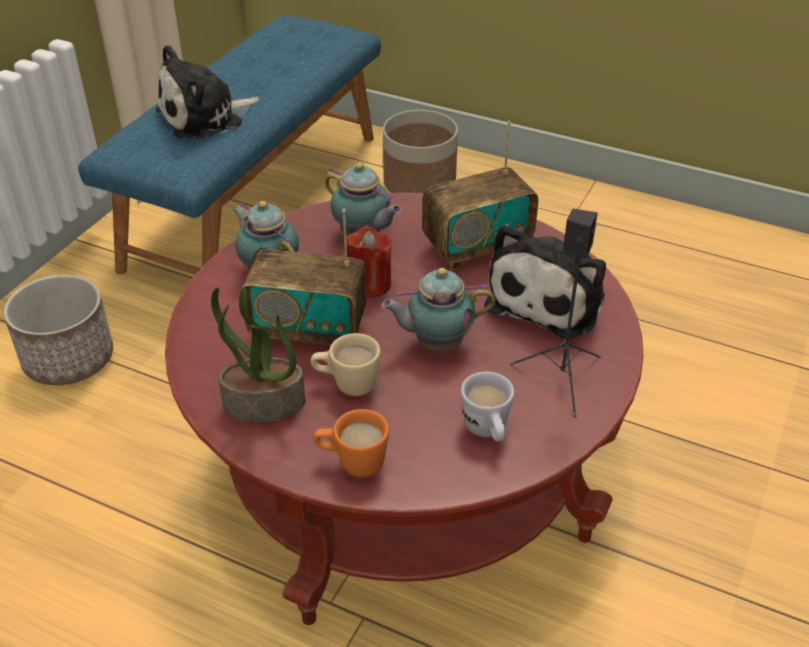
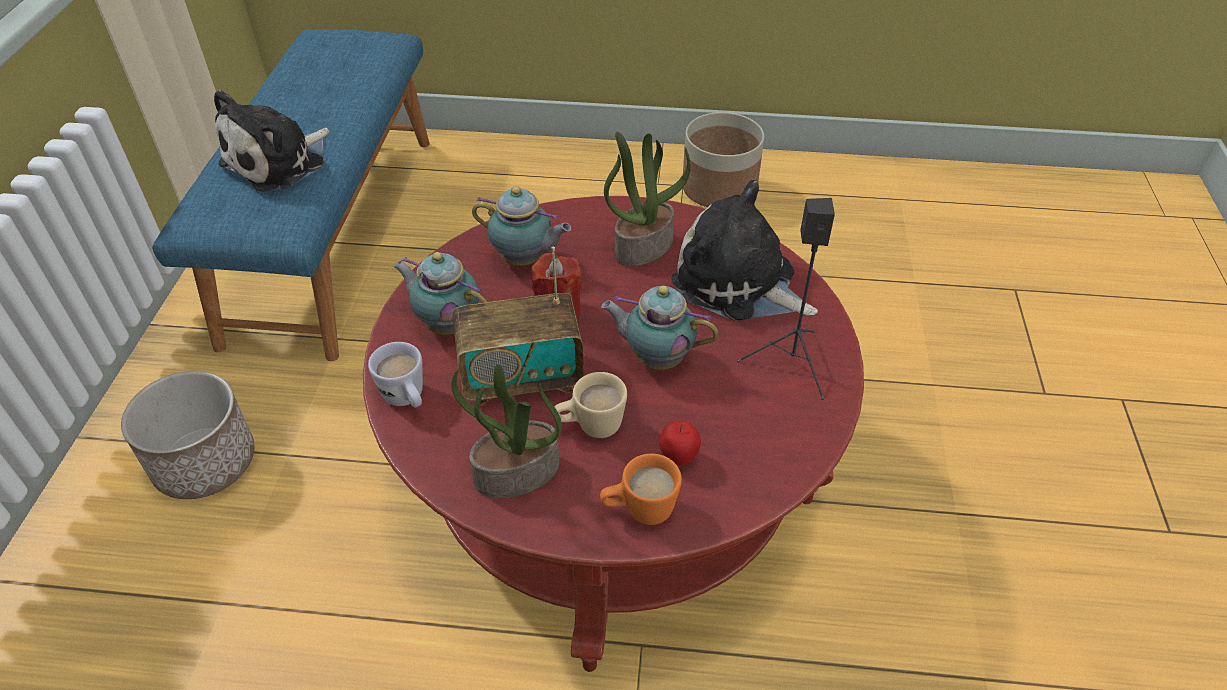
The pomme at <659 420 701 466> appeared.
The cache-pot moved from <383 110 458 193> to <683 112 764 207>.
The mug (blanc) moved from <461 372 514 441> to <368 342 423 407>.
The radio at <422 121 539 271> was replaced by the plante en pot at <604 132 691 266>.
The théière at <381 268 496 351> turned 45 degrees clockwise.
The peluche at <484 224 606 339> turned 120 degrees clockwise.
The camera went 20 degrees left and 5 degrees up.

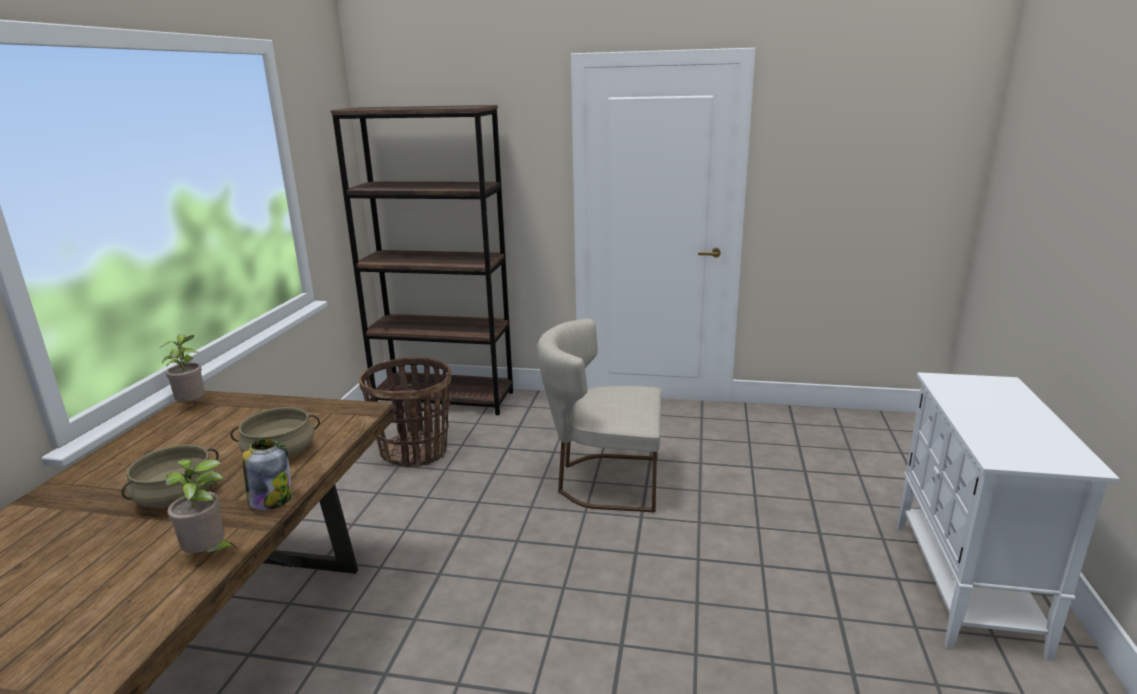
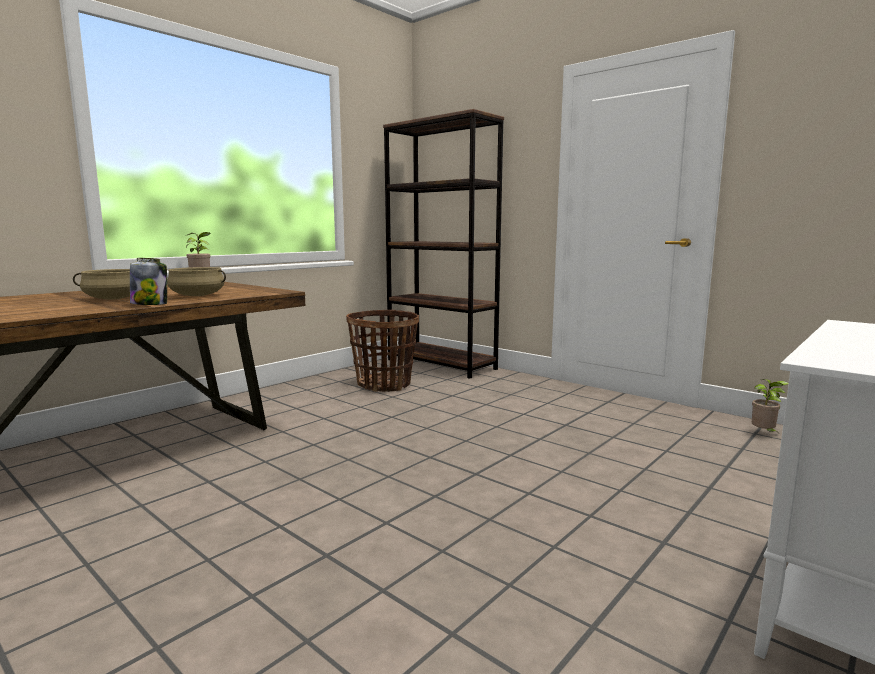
The chaise (beige) at <537 319 662 512> disappeared.
The plante en pot moved from <166 459 237 553> to <752 379 789 432>.
The camera went 30 degrees right and 10 degrees down.

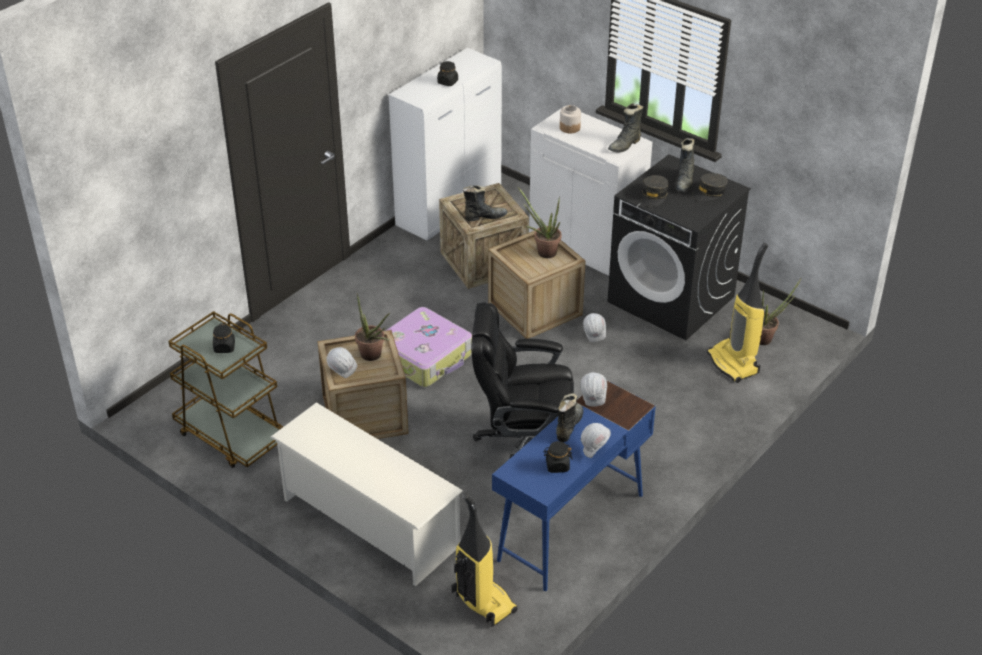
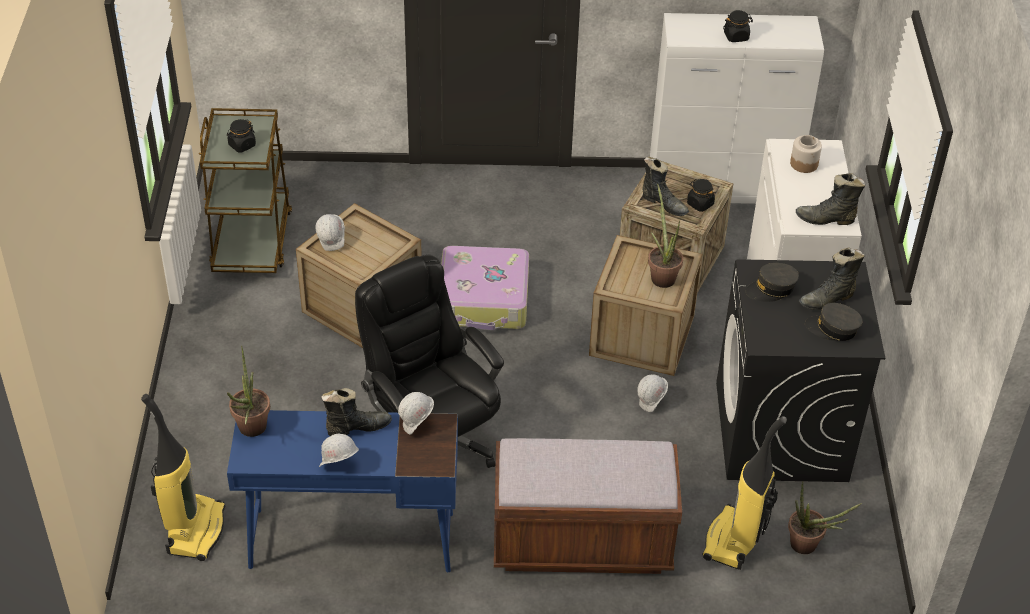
The étagère à chaussures (blanc) at <271 402 463 586> disappeared.
The banc (marron) at <494 438 682 574> appeared.
The plante en pot moved from <355 294 390 361> to <227 346 270 437>.
The bocal (noir) moved from <543 441 572 473> to <687 179 715 212>.
The camera went 50 degrees right and 5 degrees up.

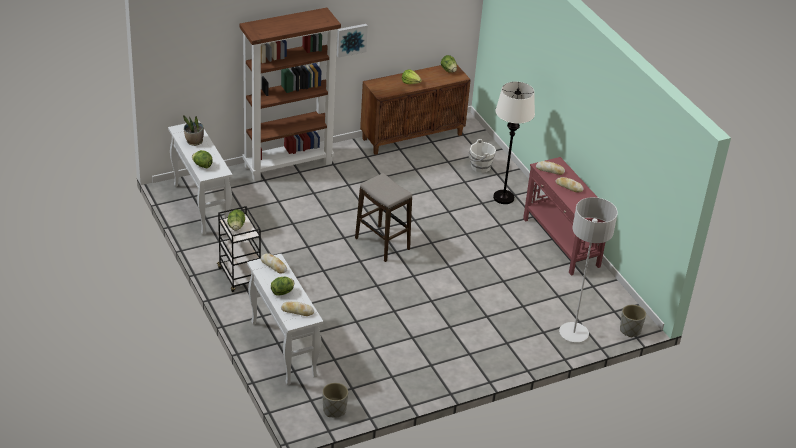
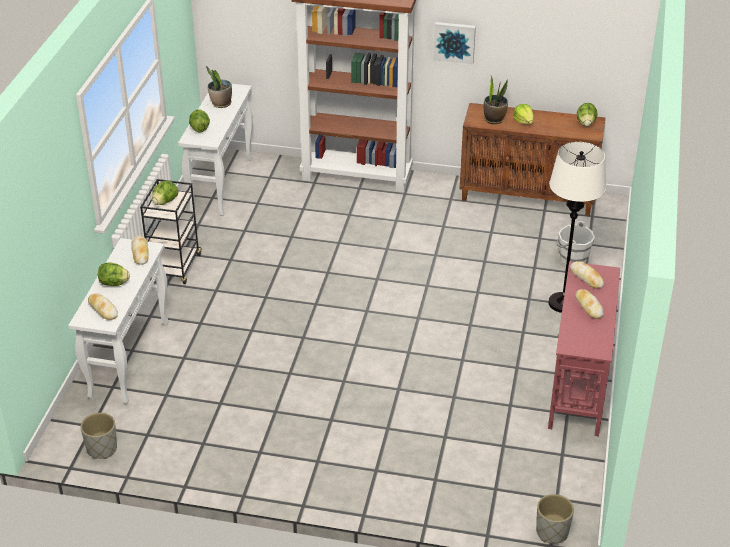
The tabouret at <355 173 412 262> disappeared.
The lampadaire (gris) at <559 197 618 342> disappeared.
The plante en pot at <484 76 508 124> appeared.
The camera went 40 degrees right and 0 degrees up.

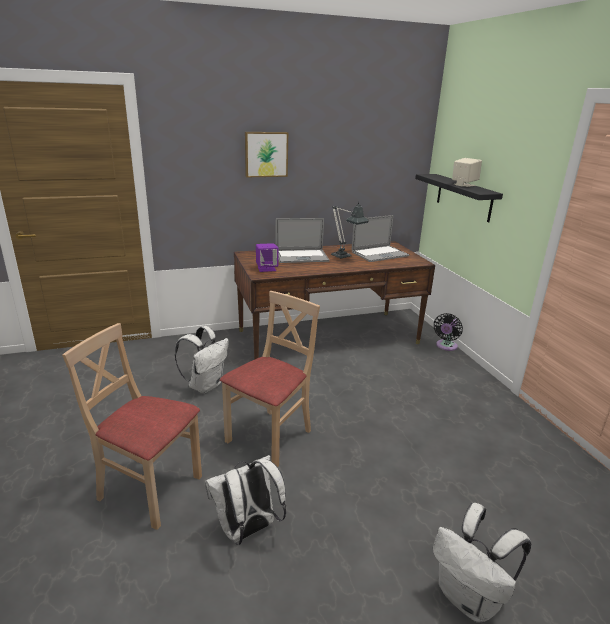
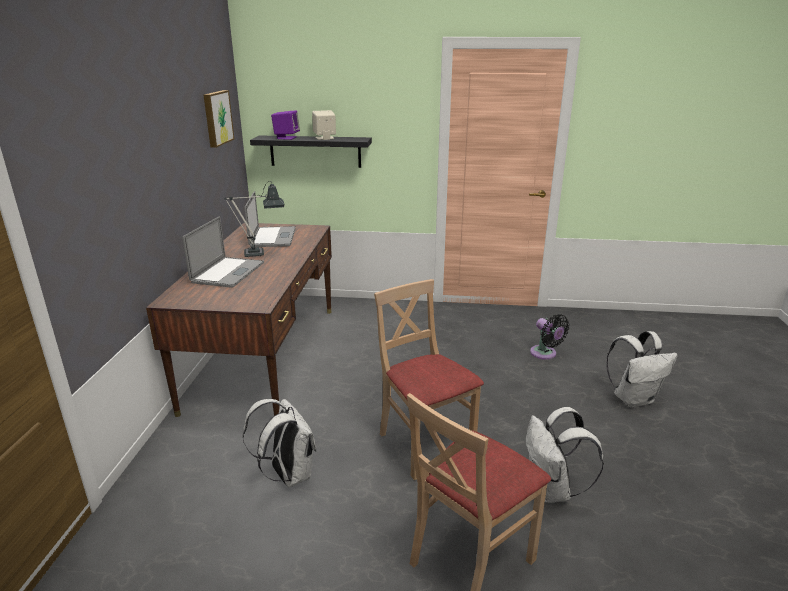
The tableau moved from <245 132 288 177> to <204 90 234 148>.
The enceinte (violet) moved from <256 243 279 272> to <271 110 300 140>.
The ventilateur (noir) moved from <434 313 463 351> to <530 314 569 360>.
The camera went 65 degrees left and 0 degrees up.

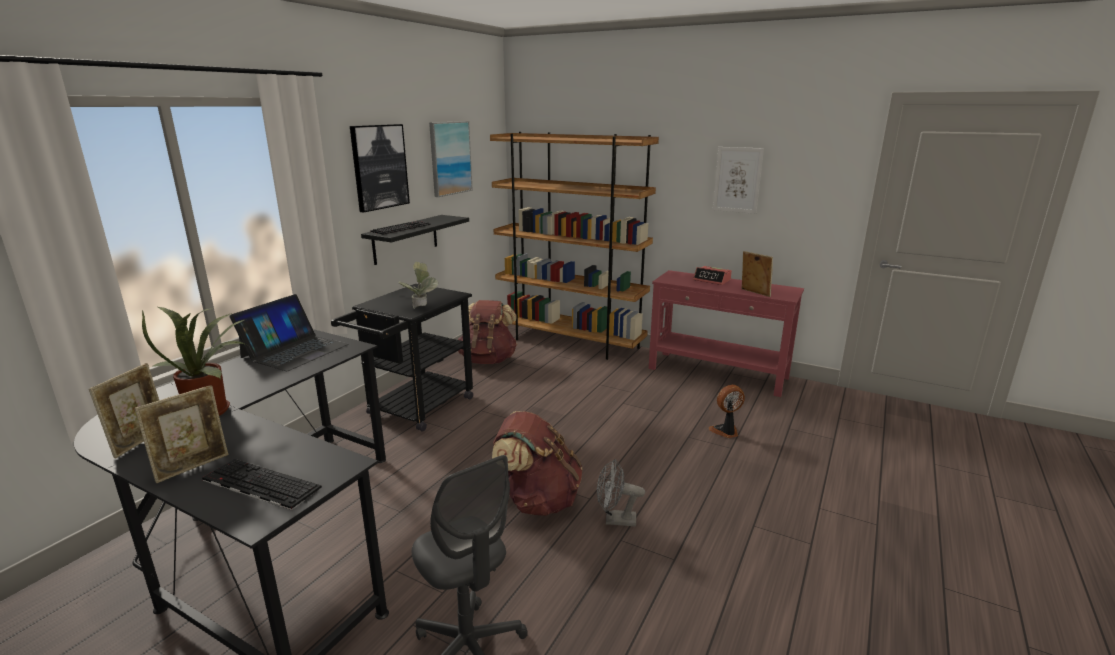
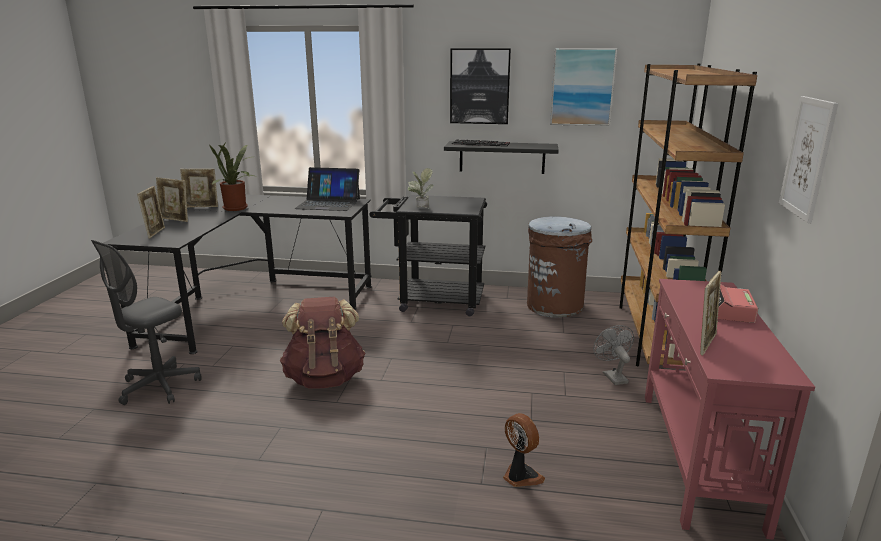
The ventilateur (gris) moved from <597 459 645 527> to <593 325 634 385>.
The clavier at <202 459 322 510> was replaced by the cadre photo at <137 186 165 238>.
The sac à dos (marron) at <458 300 517 364> was replaced by the poubelle (marron) at <527 216 592 317>.
The camera went 70 degrees right and 0 degrees up.

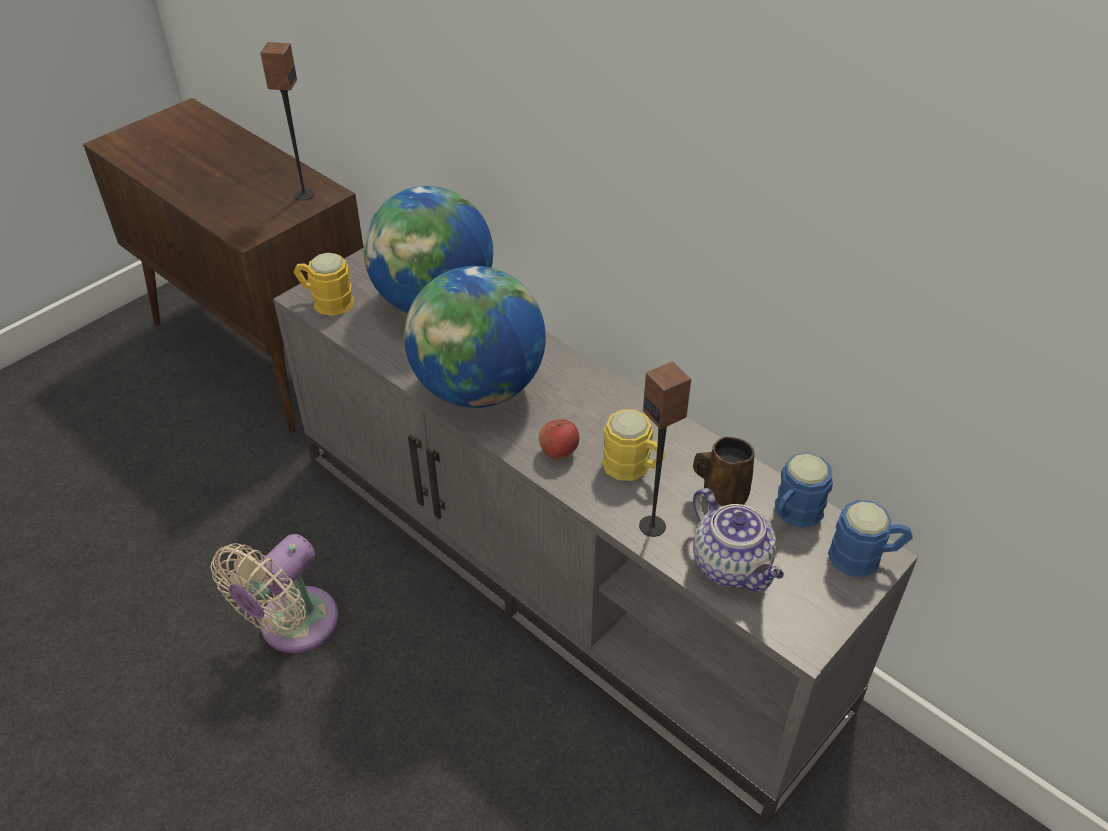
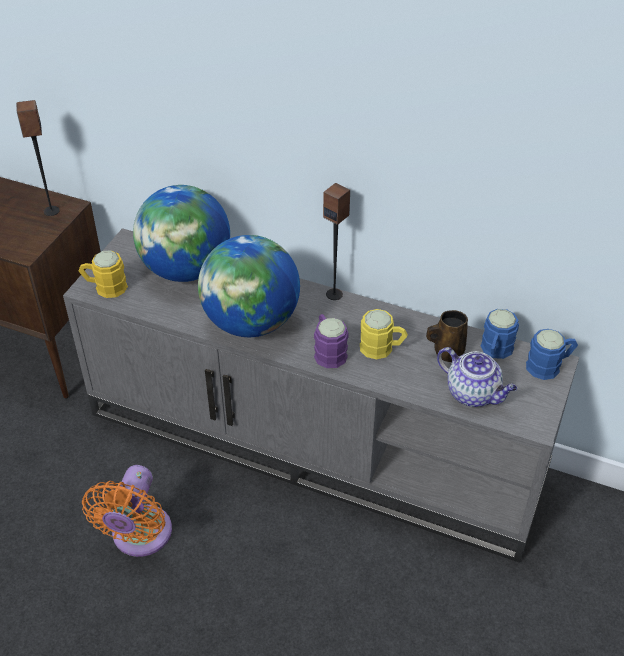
The enceinte moved from <639 361 691 537> to <323 183 350 300>.
The pomme at <539 419 579 460> was replaced by the mug (violet) at <314 314 349 368>.
The ventilateur (beige) at <211 534 339 653> became the ventilateur (orange) at <82 465 172 557>.
The camera went 20 degrees left and 0 degrees up.

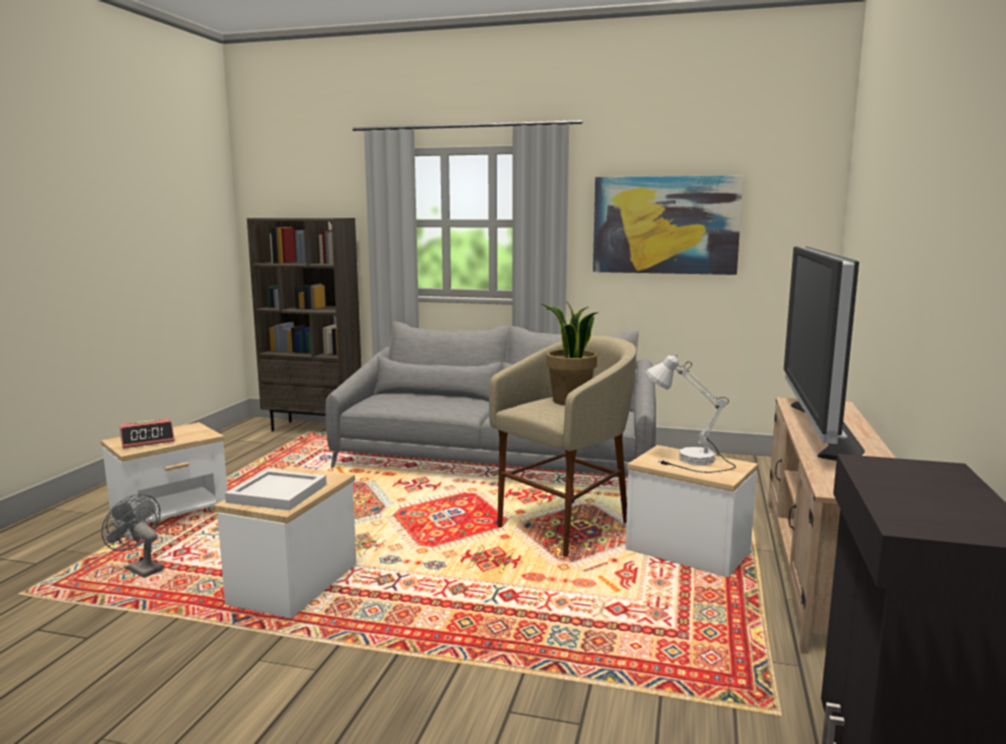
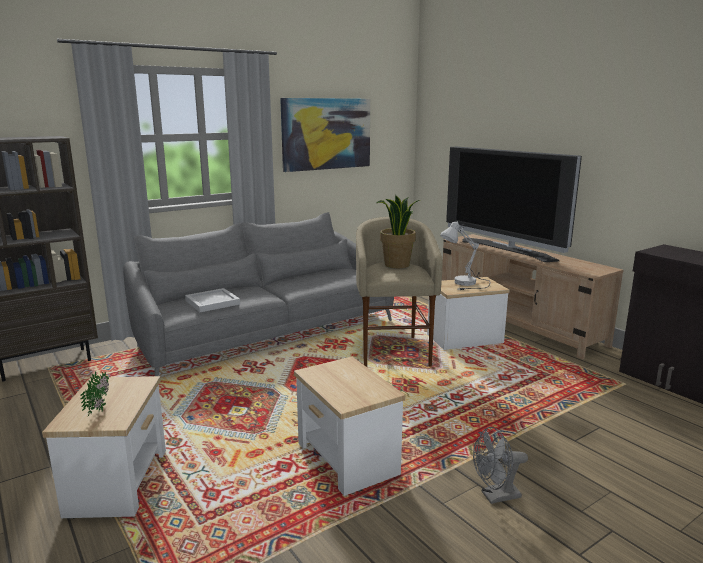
The ventilateur (gris) moved from <101 494 163 578> to <473 427 528 504>.
The plateau (blanc) moved from <225 469 327 511> to <185 288 240 312>.
The réveil at <120 419 175 448> was replaced by the plante en pot at <80 371 109 417>.
The camera went 50 degrees left and 5 degrees up.

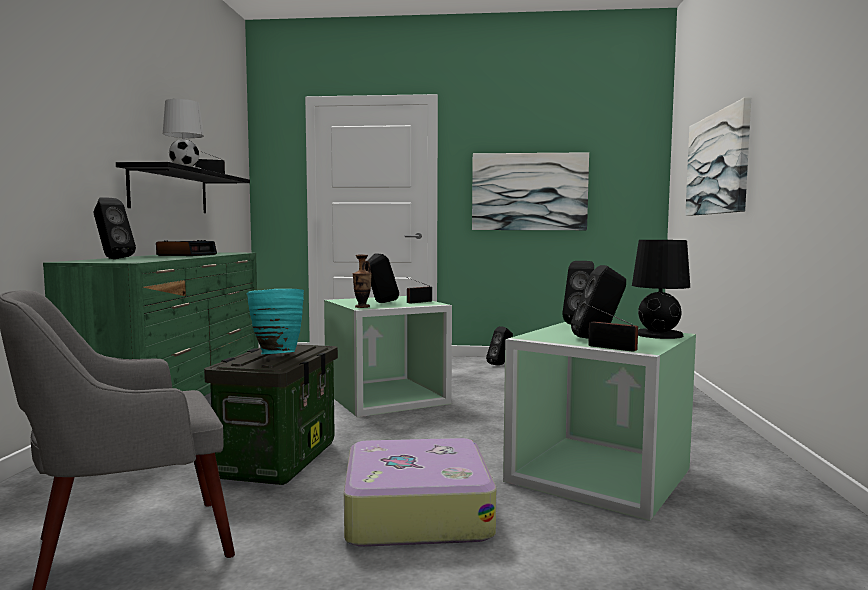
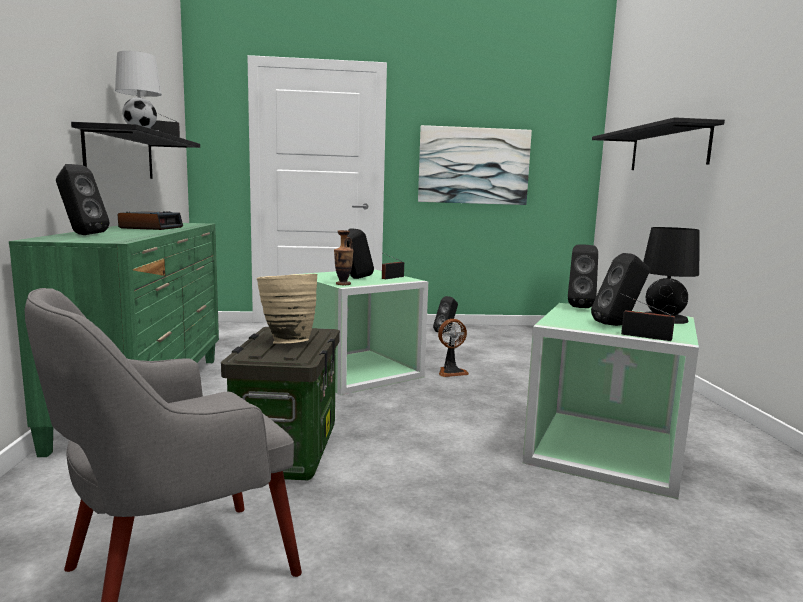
The valise at <344 438 496 547> disappeared.
The ventilateur at <438 319 469 377> appeared.
The tableau at <685 97 751 216> was replaced by the étagère (noir) at <592 117 725 170>.
The vase (turquoise) at <247 289 304 354> became the vase (beige) at <257 274 318 344>.
The camera went 10 degrees left and 5 degrees up.

